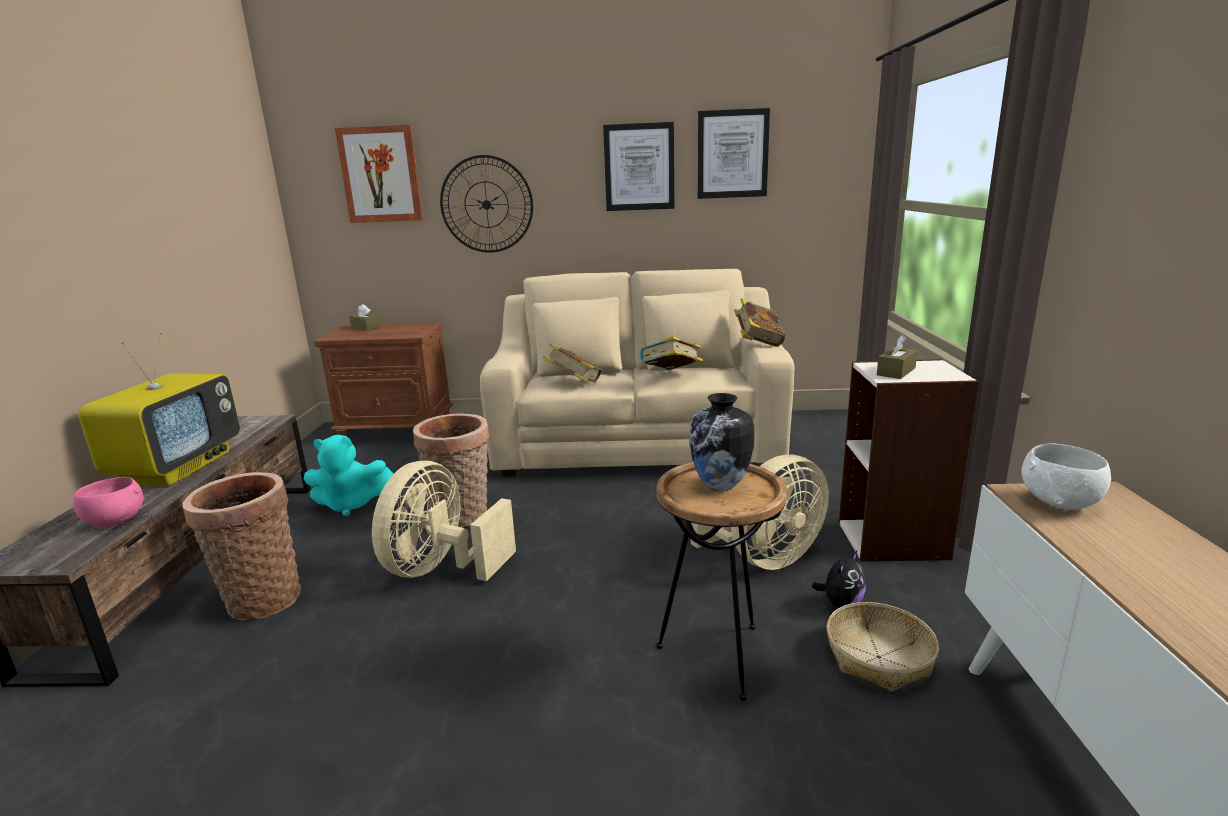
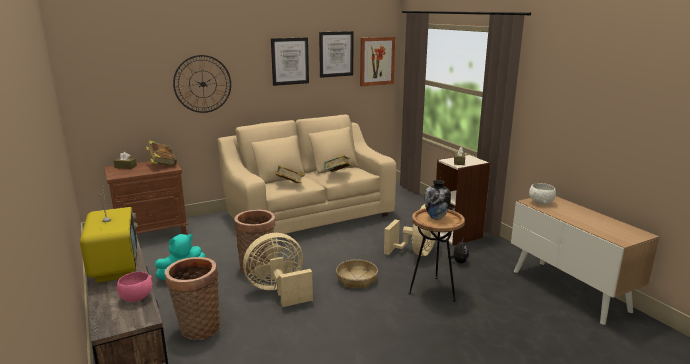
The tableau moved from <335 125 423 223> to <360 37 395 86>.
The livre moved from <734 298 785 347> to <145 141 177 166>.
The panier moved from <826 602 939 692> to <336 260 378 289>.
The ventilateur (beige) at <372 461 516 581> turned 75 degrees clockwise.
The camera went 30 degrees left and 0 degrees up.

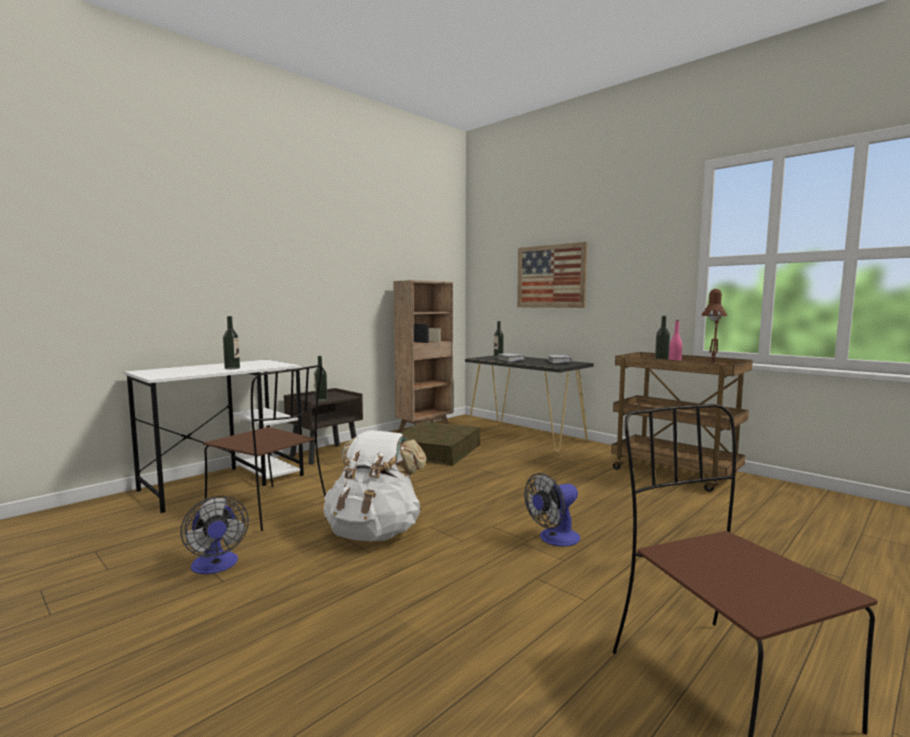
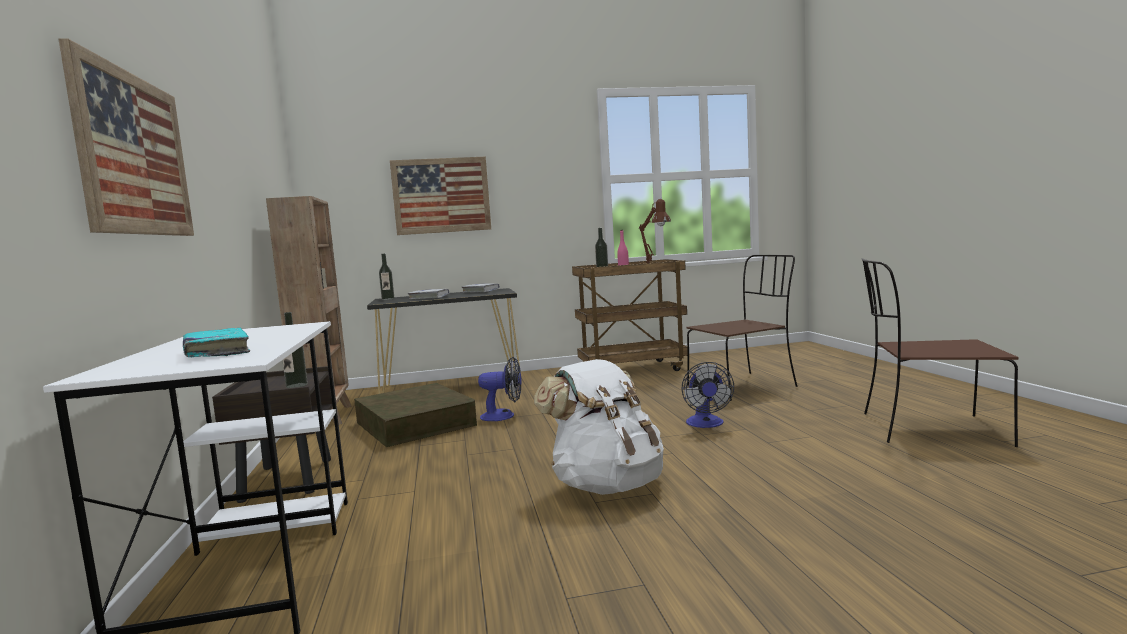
The bouteille at <223 316 240 369> disappeared.
The tableau at <59 39 194 236> appeared.
The livre (turquoise) at <183 328 250 357> appeared.
The ventilateur moved from <180 496 249 574> to <478 357 522 421>.
The chaise (marron) moved from <203 365 326 531> to <686 255 798 401>.
The camera went 55 degrees left and 0 degrees up.

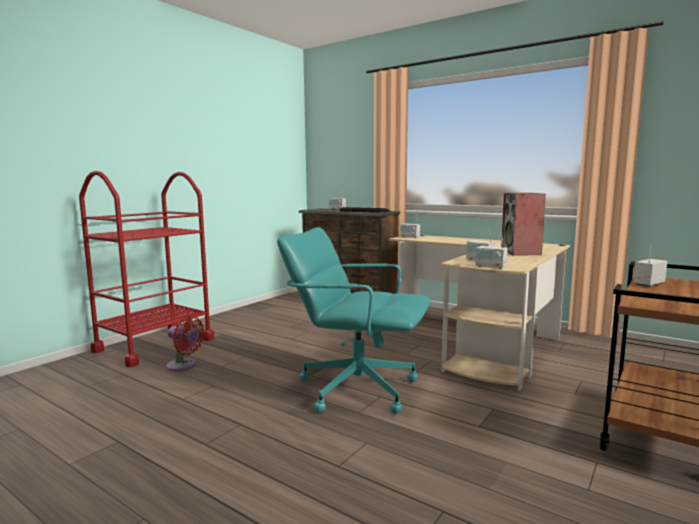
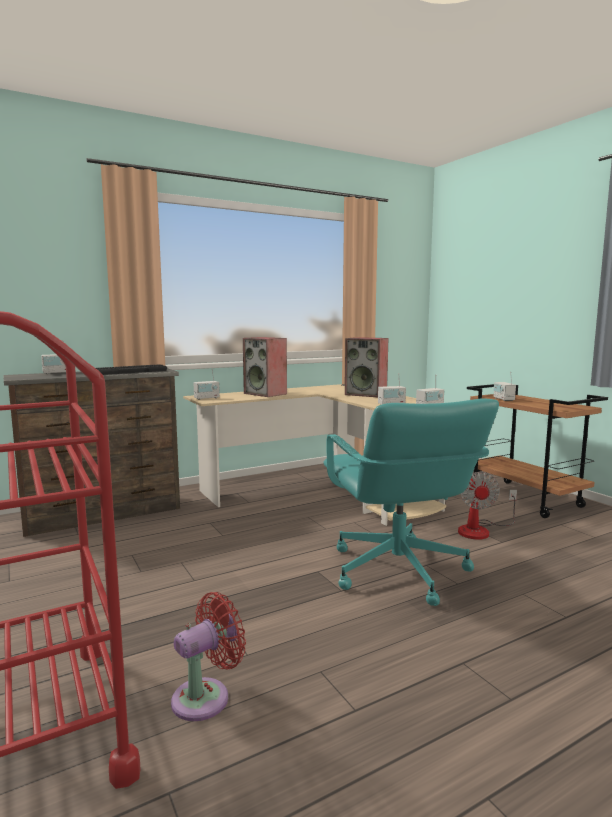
The enceinte at <243 337 287 397> appeared.
The ventilateur at <458 472 517 540> appeared.
The chaise de bureau (turquoise) at <277 227 431 414> turned 60 degrees counterclockwise.
The camera went 65 degrees left and 0 degrees up.

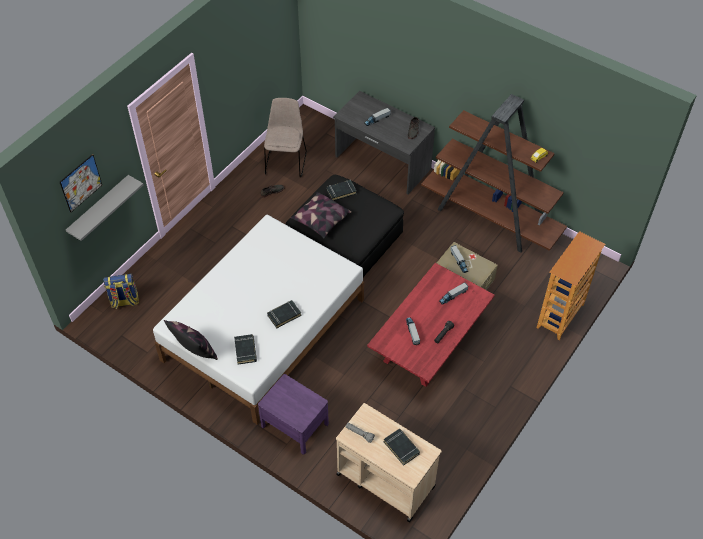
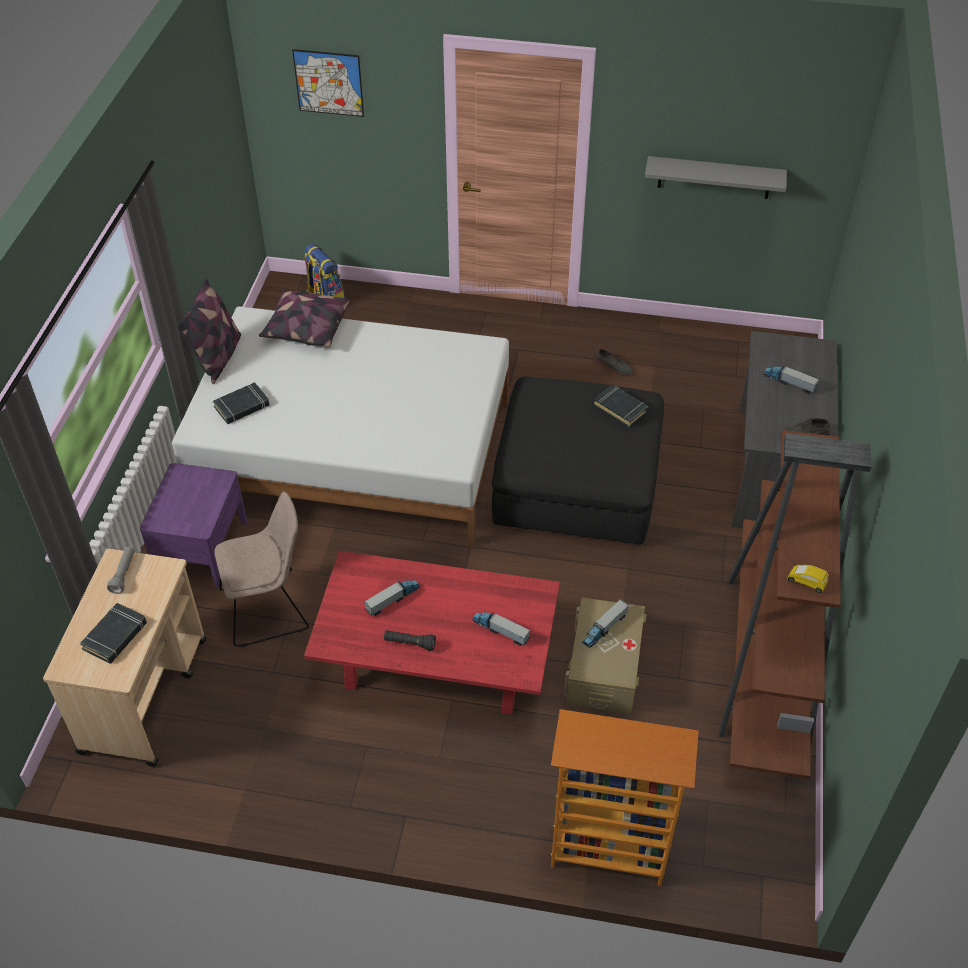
The livre (noir) at <267 300 302 328> disappeared.
The étagère (gris) moved from <66 175 144 241> to <645 156 787 199>.
The chaise (beige) moved from <264 98 307 177> to <215 492 309 647>.
The coussin moved from <291 192 352 239> to <259 290 351 348>.
The camera went 65 degrees right and 5 degrees down.

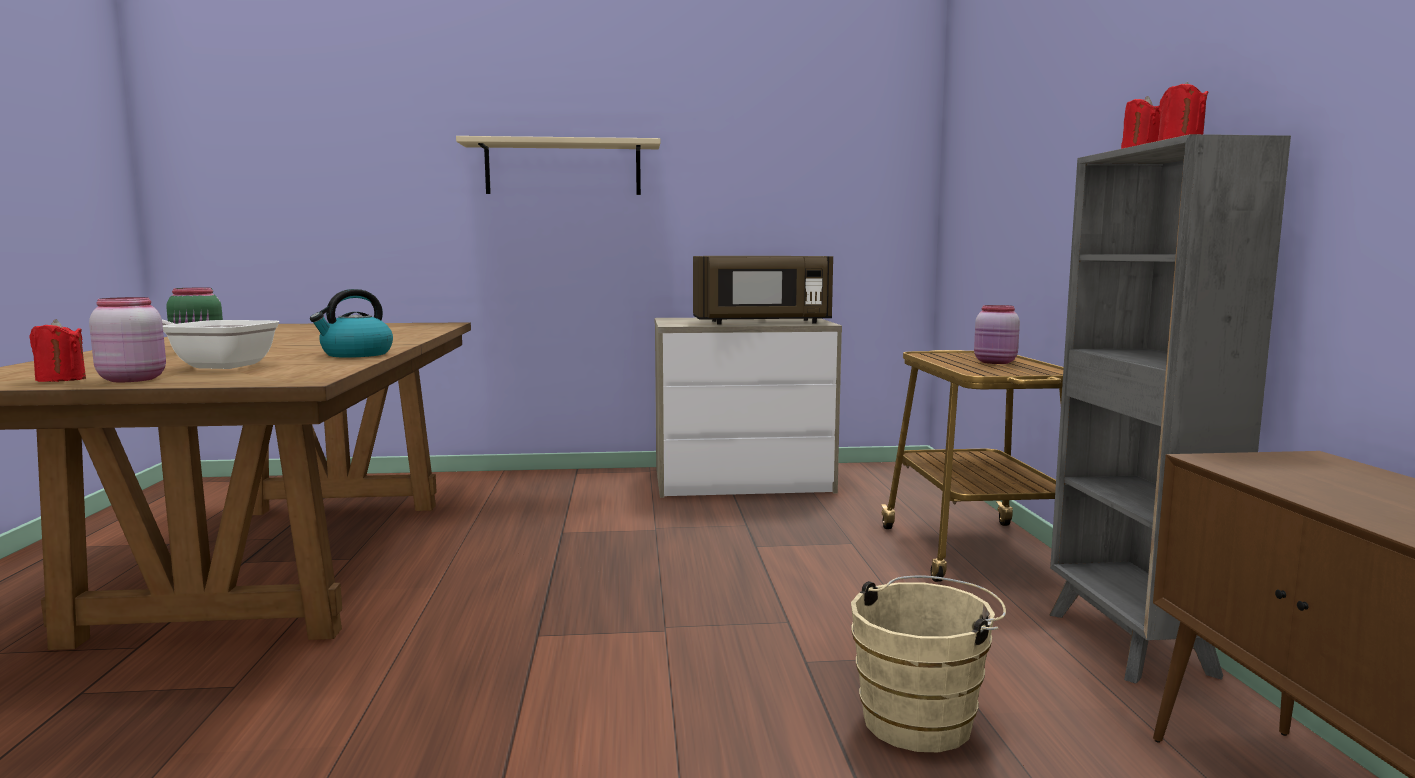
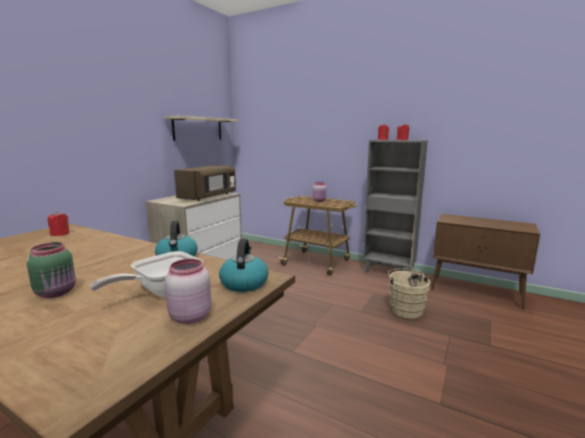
The bouilloire at <219 238 268 292> appeared.
The bougie (rouge) moved from <30 319 86 382> to <48 212 70 236>.
The étagère (beige) moved from <456 136 660 195> to <164 116 238 141>.
The camera went 55 degrees left and 5 degrees up.

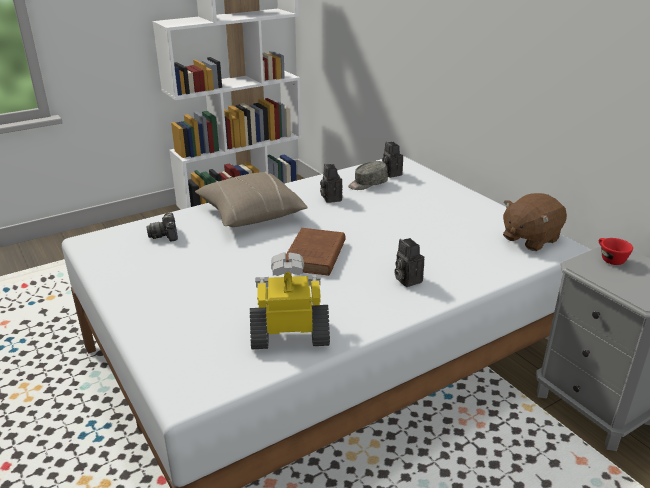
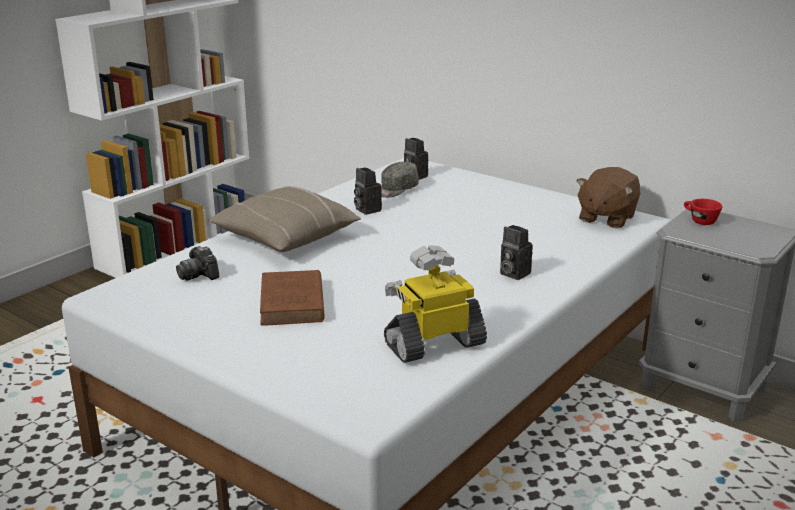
The livre (marron) moved from <286 228 345 276> to <260 270 325 326>.
The camera went 20 degrees left and 5 degrees down.

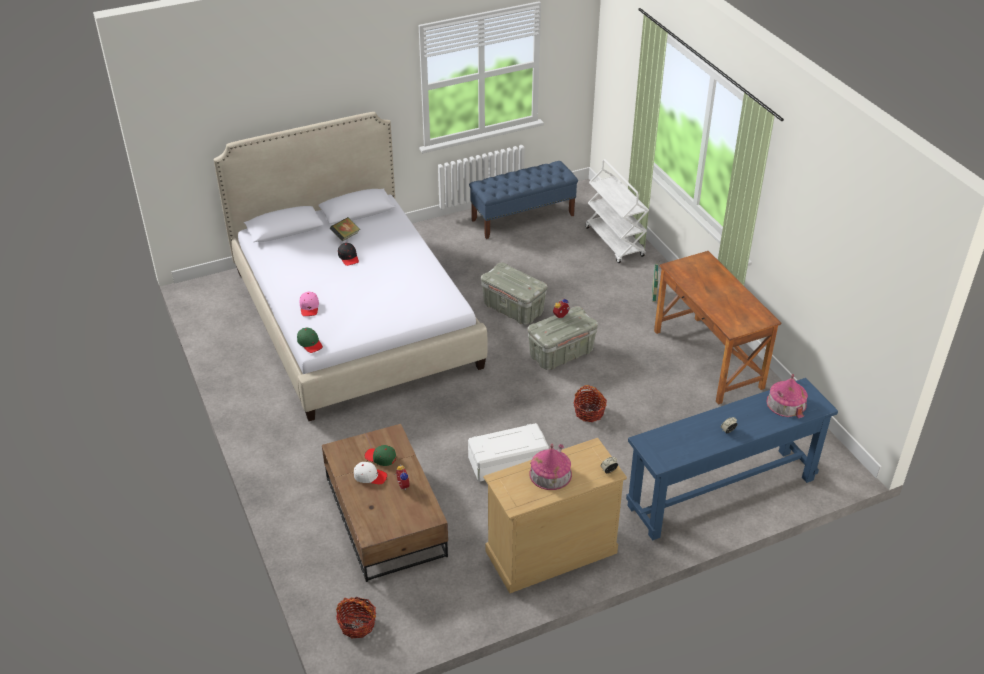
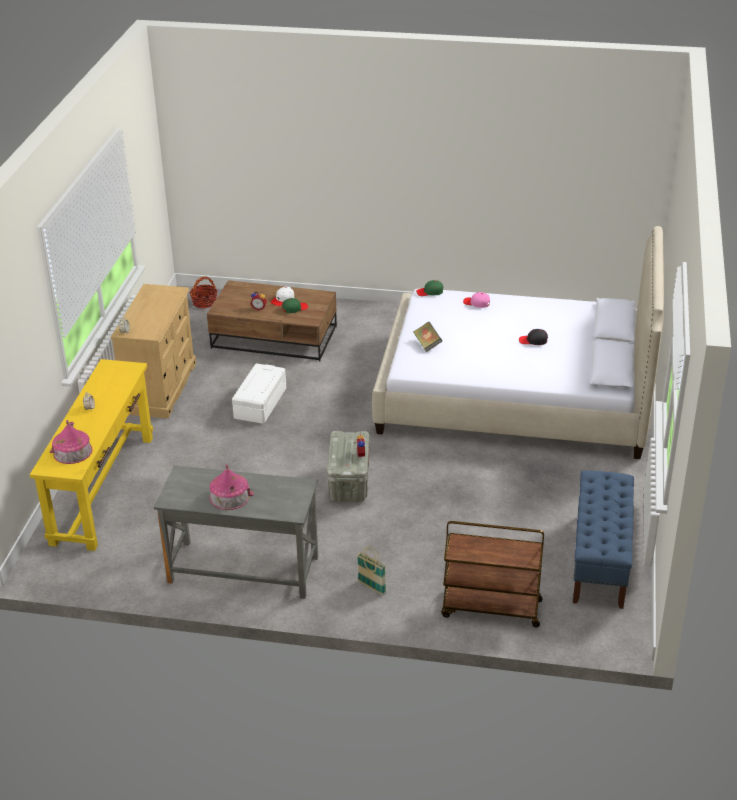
The boîte de rangement (gris) at <481 263 547 325> disappeared.
The panier at <574 385 607 422> disappeared.
The livre moved from <330 217 360 241> to <413 322 442 352>.
The maison miniature moved from <529 444 572 490> to <209 464 254 510>.
The chariot (blanc) at <585 159 649 263> became the chariot (marron) at <441 521 544 627>.
The table console (bleu) at <626 378 838 540> became the table console (jaune) at <30 359 153 551>.
The bureau (marron) at <654 251 781 405> became the bureau (gris) at <154 465 318 599>.
The camera went 125 degrees right and 5 degrees down.

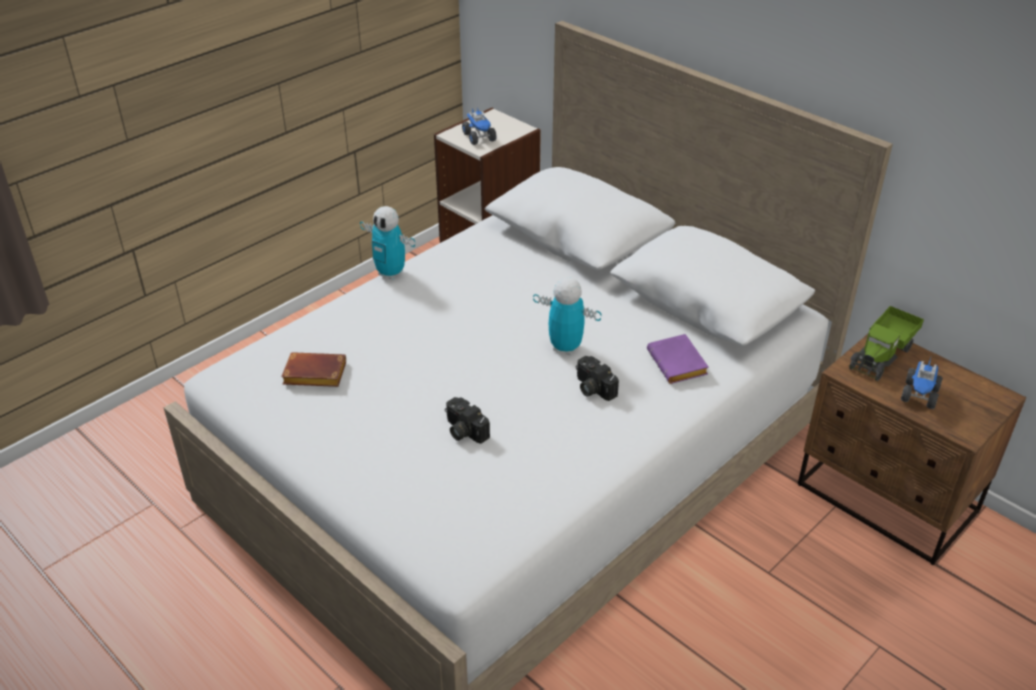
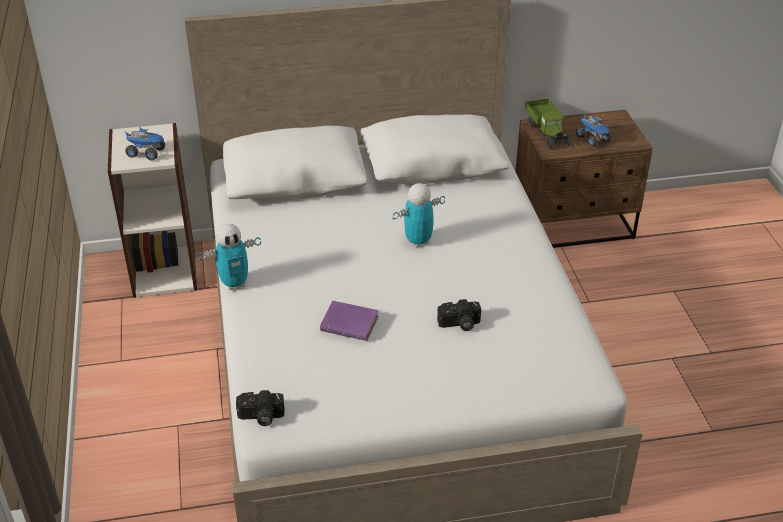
The livre (marron) at <281 352 346 387> disappeared.
The appareil photo moved from <576 356 619 401> to <236 390 284 426>.
The livre (violet) moved from <647 334 709 384> to <320 301 379 341>.
The camera went 55 degrees left and 0 degrees up.

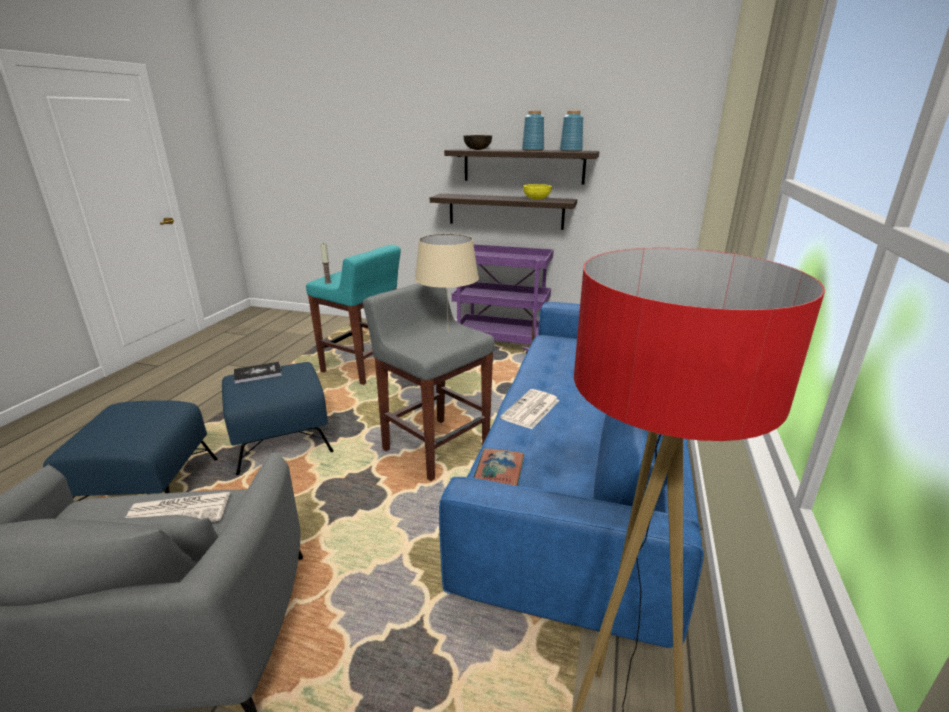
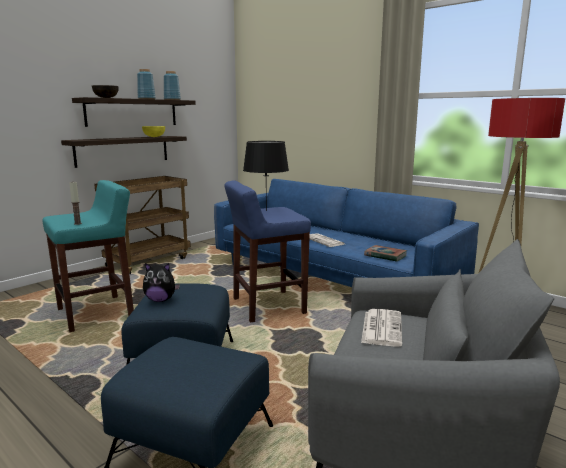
The livre at <234 362 282 384> was replaced by the peluche at <143 263 180 302>.
The tabouret (gris) at <363 283 495 481> became the tabouret (bleu) at <224 180 311 323>.
The lampe de table (beige) at <415 234 479 332> became the lampe de table (noir) at <243 141 289 211>.
The chariot (violet) at <452 244 554 354> became the chariot (marron) at <94 176 191 274>.
The camera went 65 degrees left and 10 degrees down.

